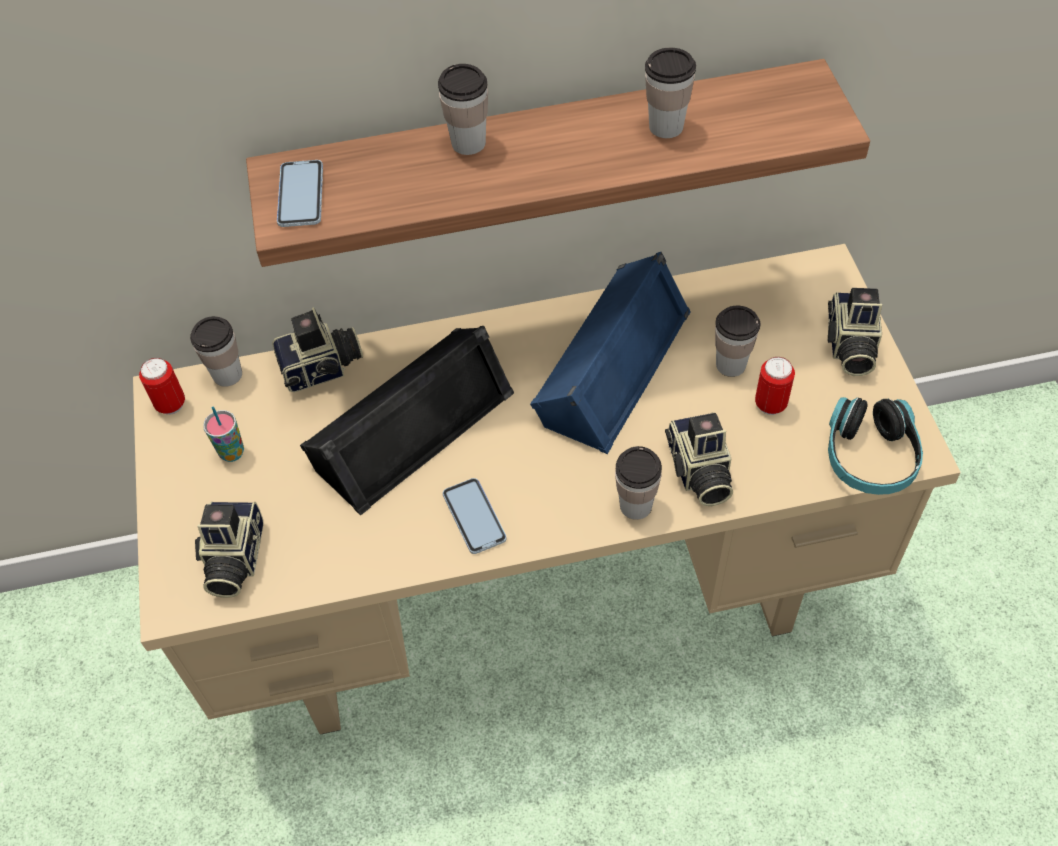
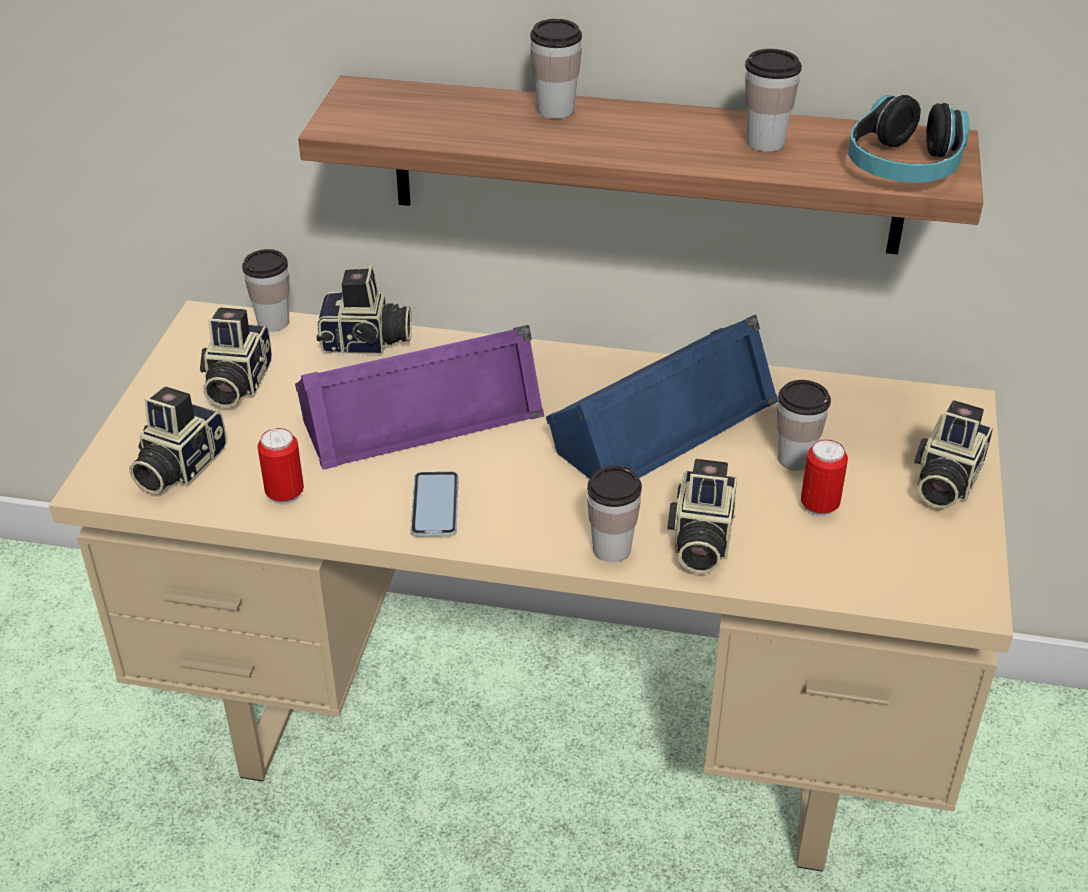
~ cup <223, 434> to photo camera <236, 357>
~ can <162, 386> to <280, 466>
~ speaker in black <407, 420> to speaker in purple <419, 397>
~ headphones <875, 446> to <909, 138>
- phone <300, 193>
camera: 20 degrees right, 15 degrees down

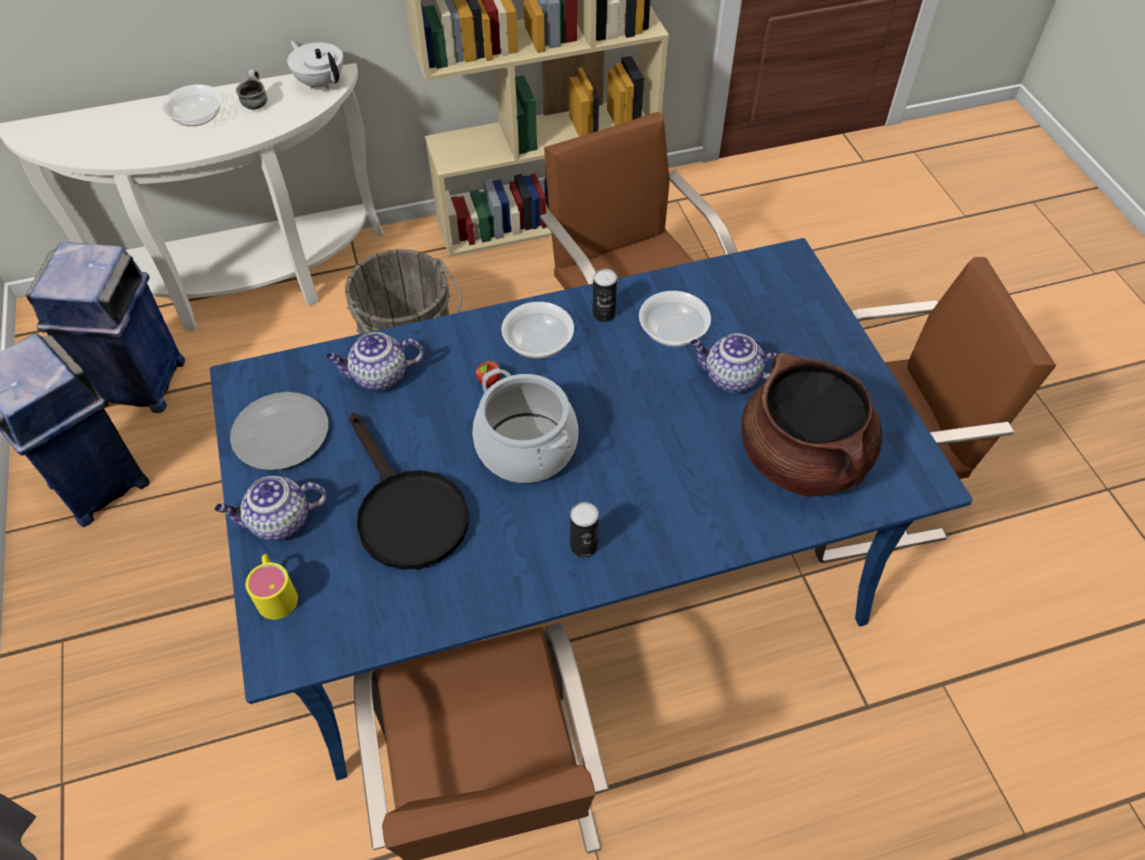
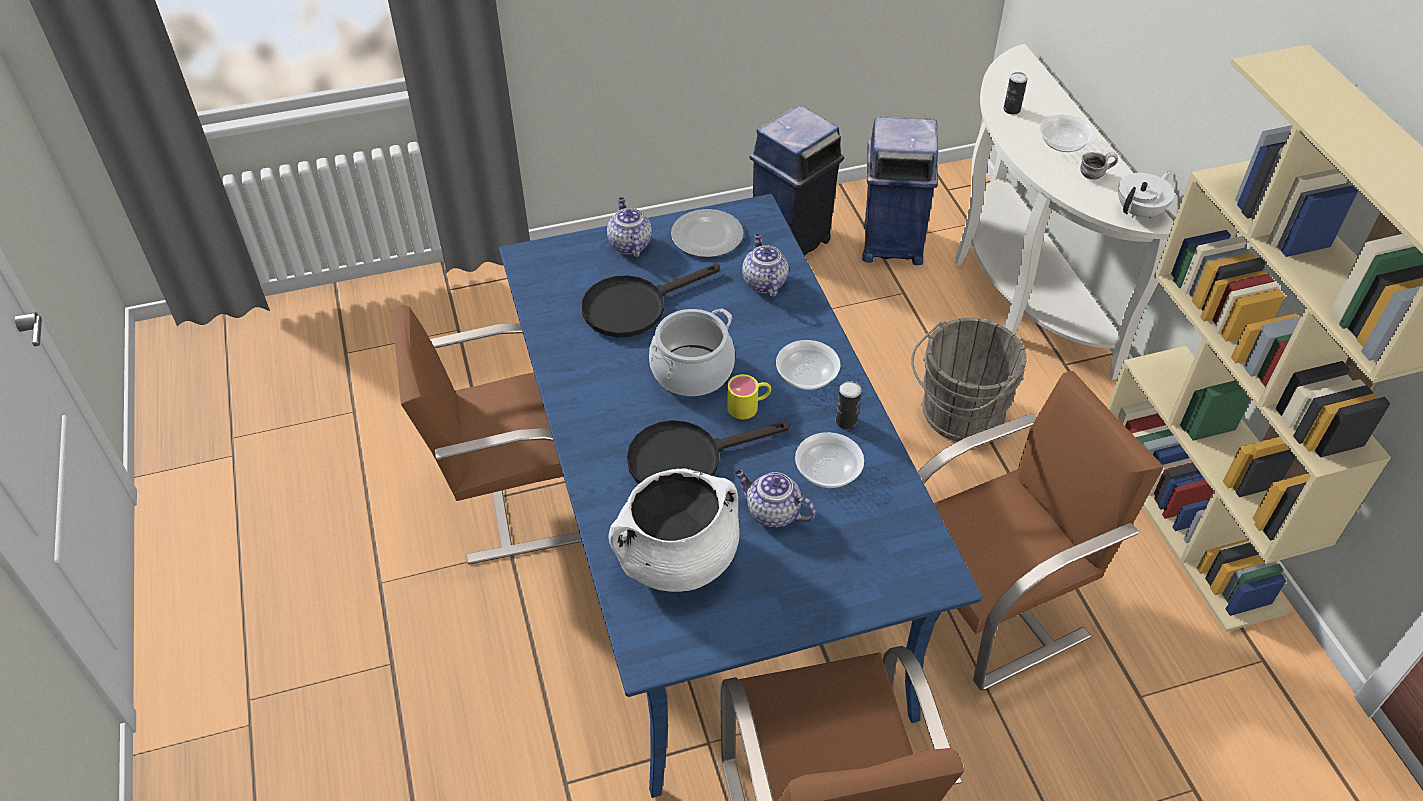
~ cooking pot in brown <811, 424> to cooking pot in white <674, 530>
+ frying pan in black <708, 452>
~ mug in yellow <271, 587> to <749, 396>
~ teapot <733, 362> = <775, 499> 75 degrees counterclockwise
~ can <584, 530> to <1015, 93>
- apple <488, 374>
camera: 90 degrees right, 5 degrees down

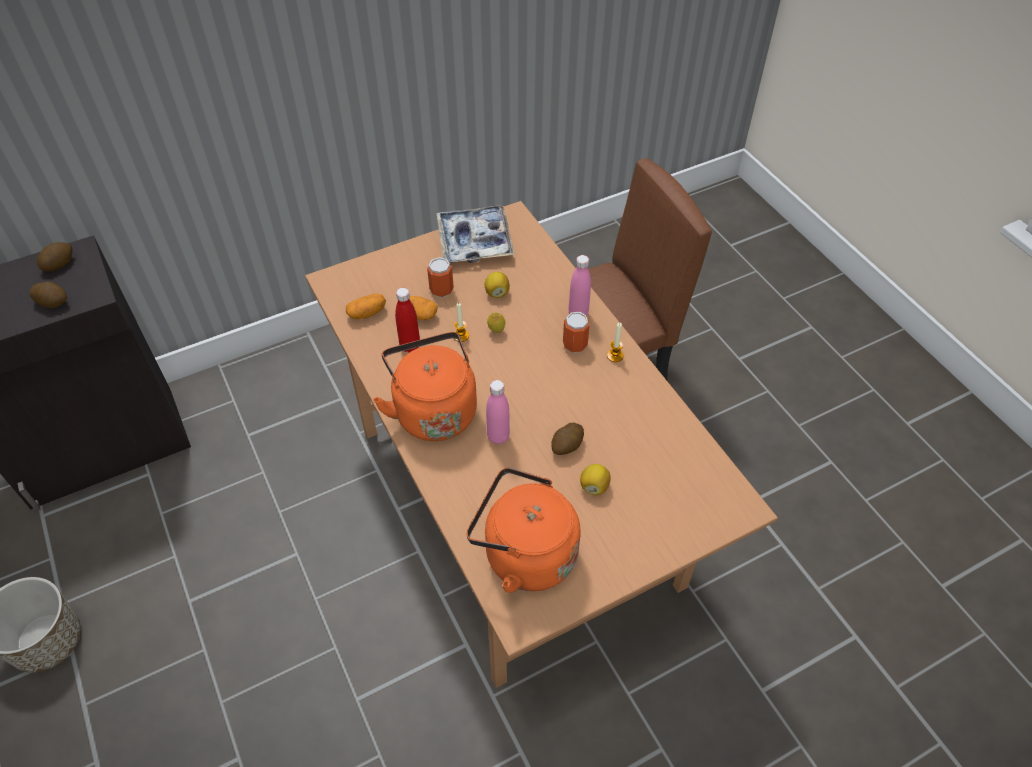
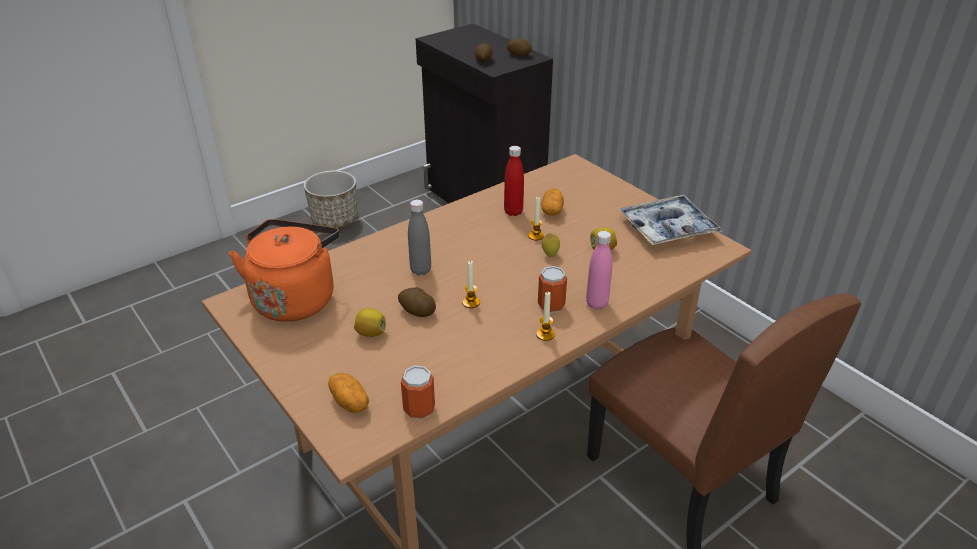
~ potato <366, 306> to <348, 393>
~ can <440, 277> to <418, 392>
~ bottle in pink <498, 412> to bottle in grey <419, 237>
+ candle <471, 284>
- kettle in orange <425, 386>
camera: 80 degrees right, 15 degrees down

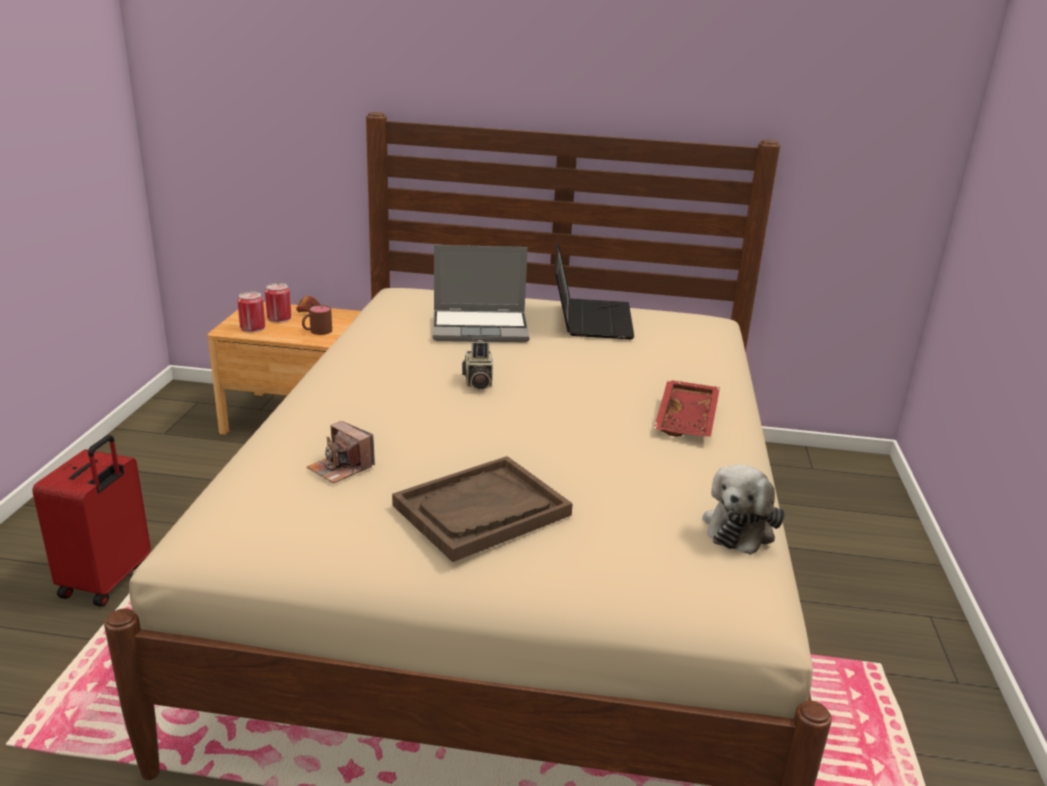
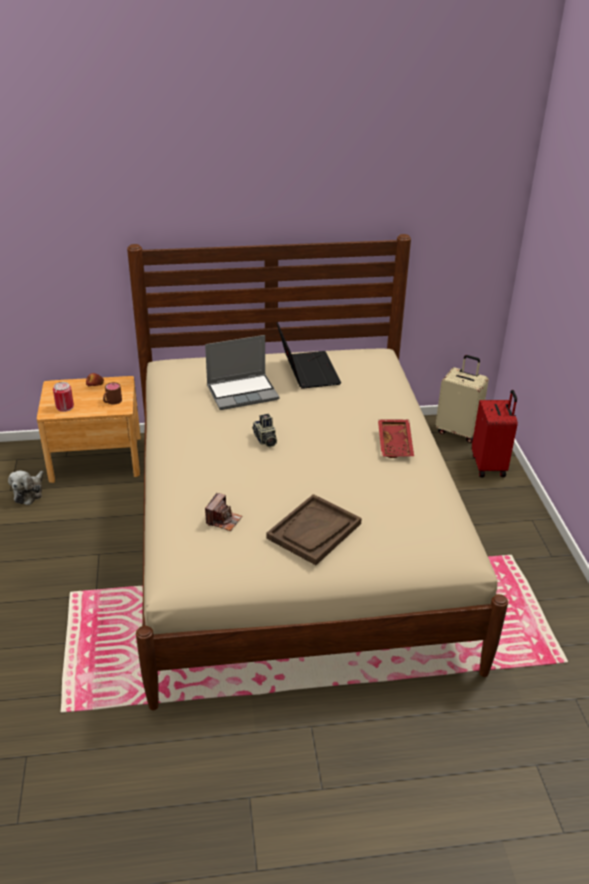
~ plush toy <743, 510> to <26, 487>
~ photo camera <341, 452> = <223, 512> 90 degrees counterclockwise
+ suitcase in beige <462, 399>
~ suitcase in red <91, 521> to <495, 433>
- can <278, 303>
camera: 15 degrees left, 10 degrees up

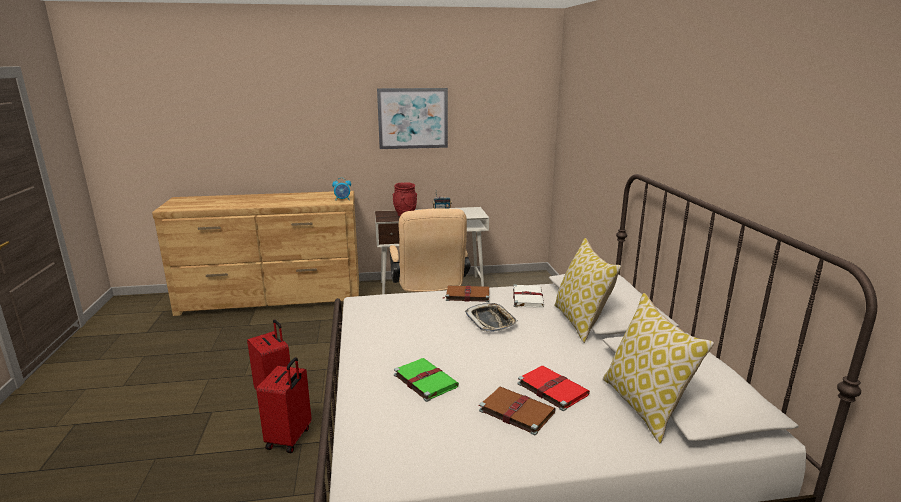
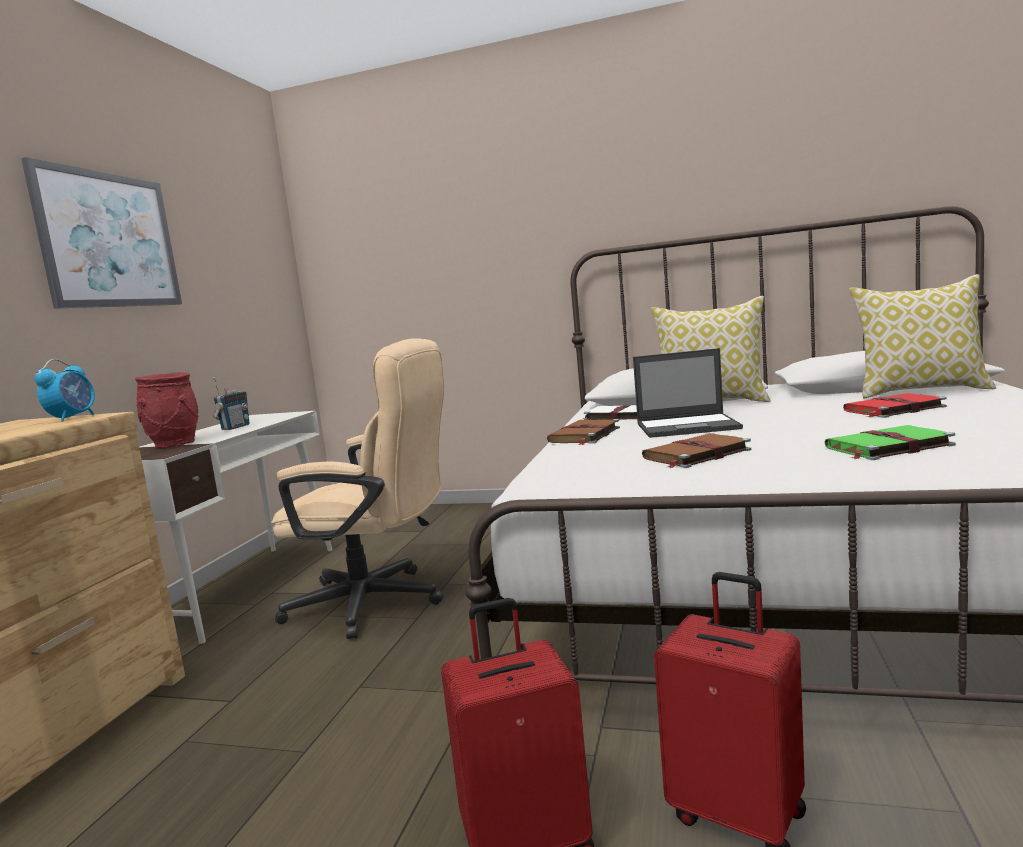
~ tray <491, 317> to laptop <688, 393>
~ book in brown <517, 411> to <696, 450>
camera: 65 degrees left, 10 degrees down

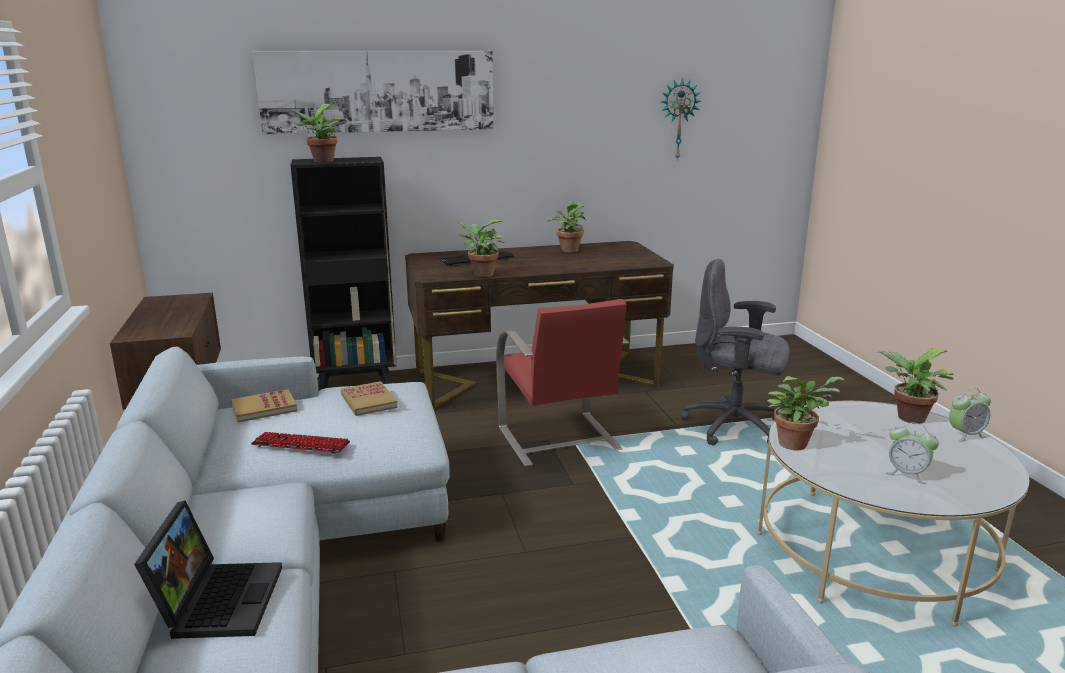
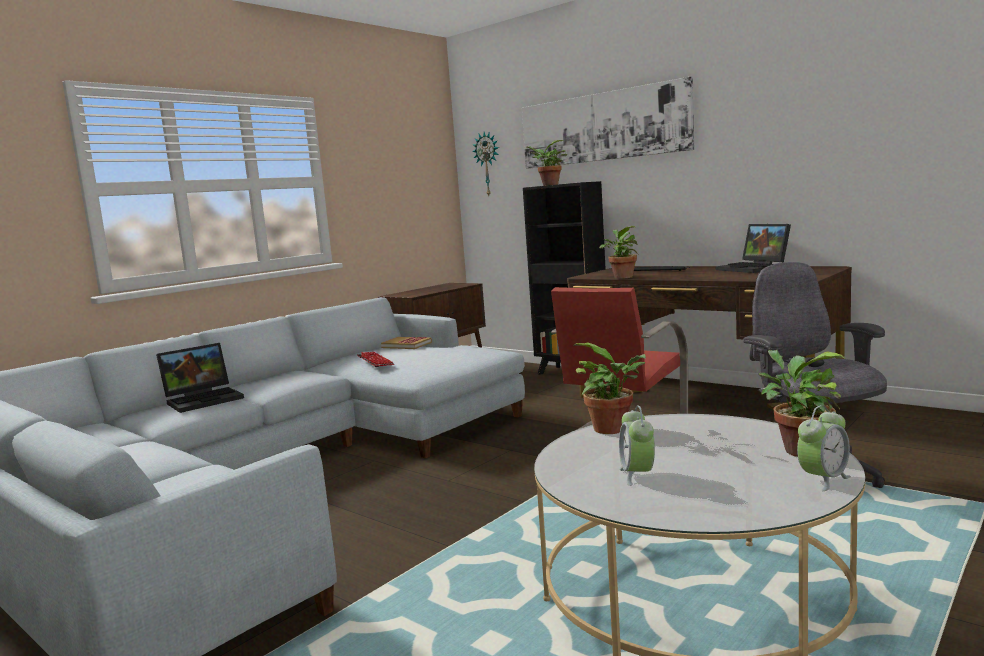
~ wall clock <681, 119> to <485, 163>
~ potted plant <566, 226> to laptop <753, 248>
~ alarm clock <970, 415> = <824, 448> 75 degrees counterclockwise
- book <369, 398>
camera: 55 degrees right, 10 degrees down

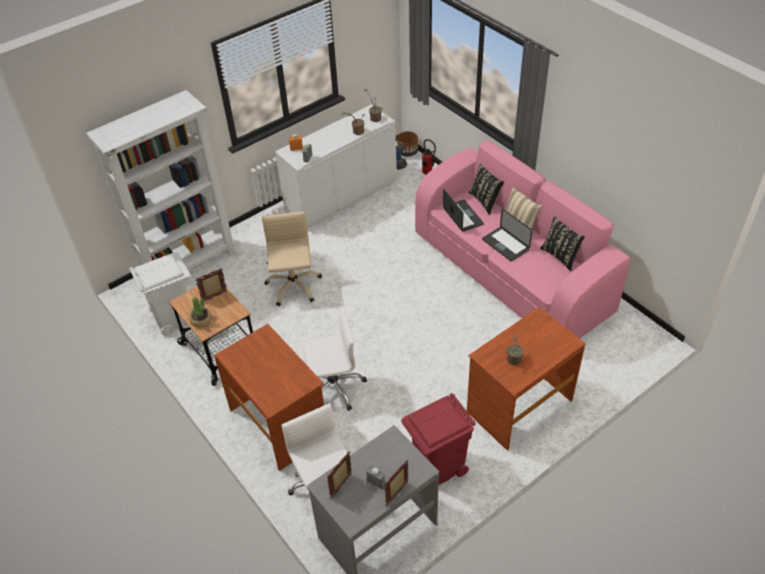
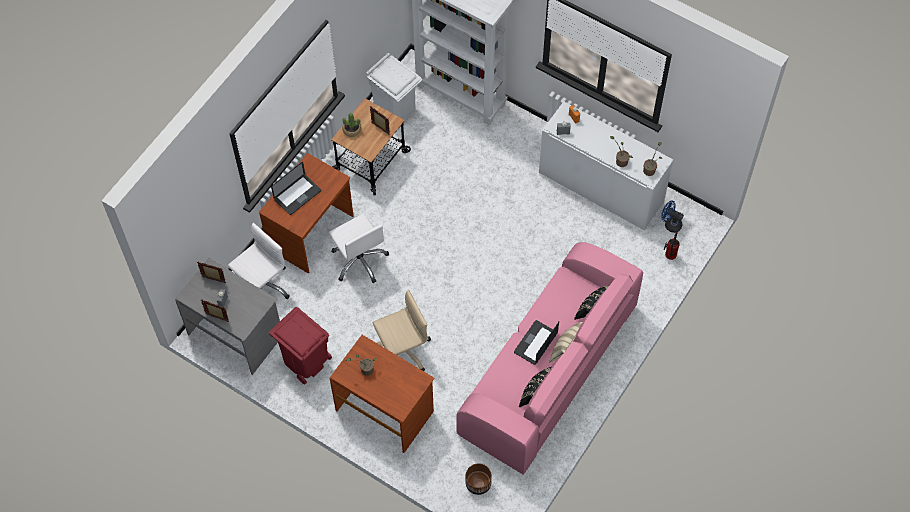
~ laptop <463, 210> to <296, 188>
~ office chair in beige <292, 259> to <401, 330>
~ planter in brown <407, 144> to <479, 479>
camera: 70 degrees right, 15 degrees up

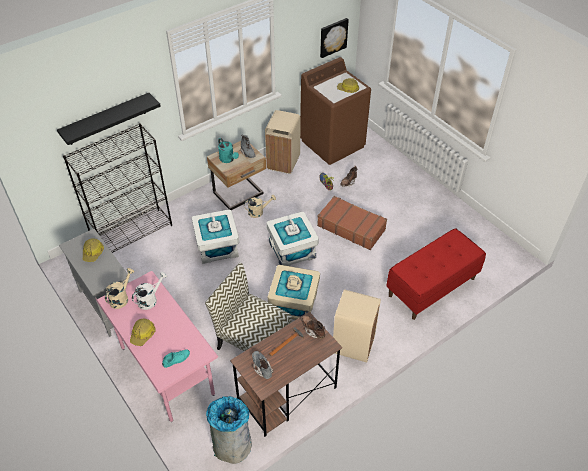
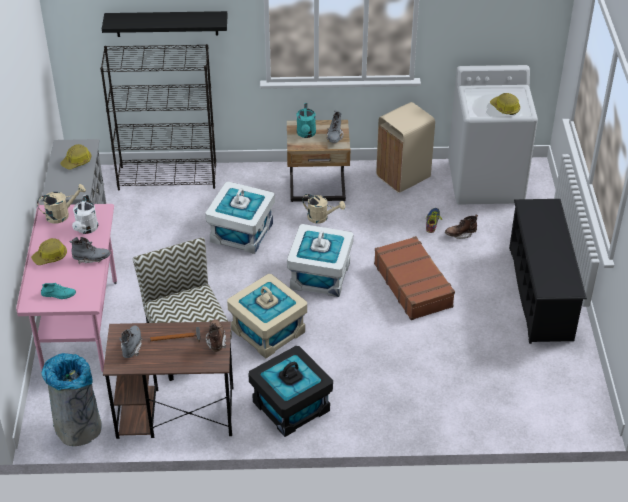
+ boot in grey <90, 251>
~ watering can in white <149, 291> = <85, 214> 105 degrees clockwise
~ trash can in beige <357, 326> to storage box in black <290, 391>
~ washing machine in brown <335, 111> to washing machine in white <493, 135>
+ shoe rack in black <548, 271>
- picture <334, 38>
- bench in red <436, 274>
camera: 35 degrees right, 5 degrees down

